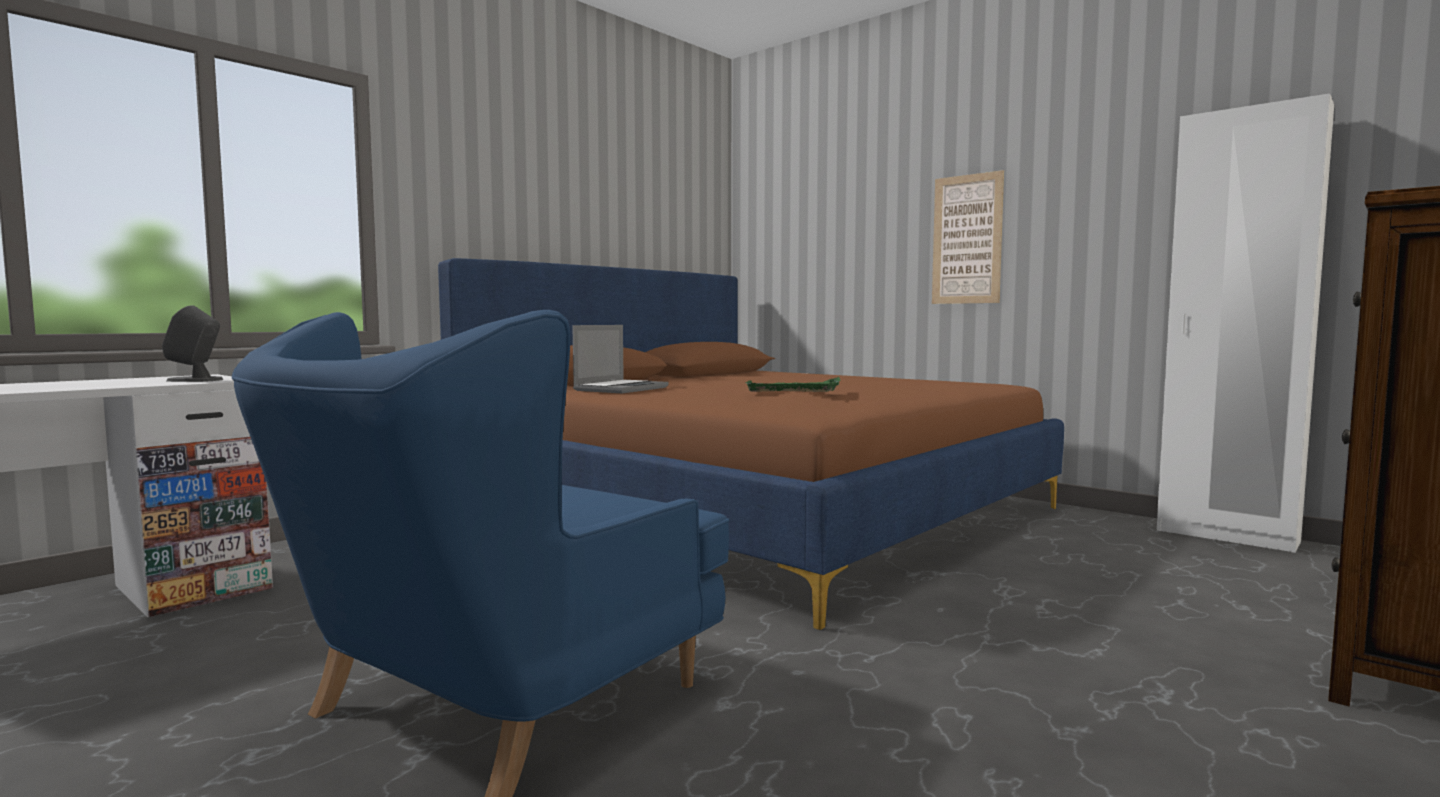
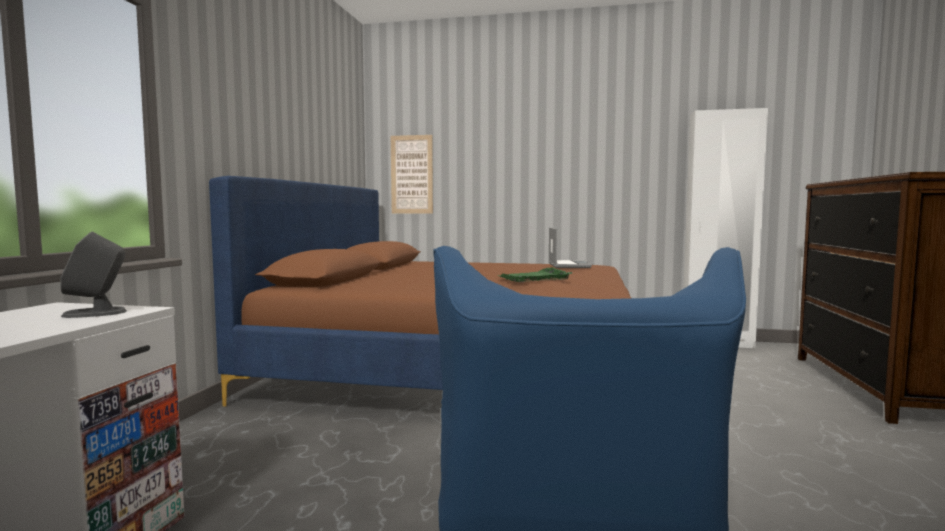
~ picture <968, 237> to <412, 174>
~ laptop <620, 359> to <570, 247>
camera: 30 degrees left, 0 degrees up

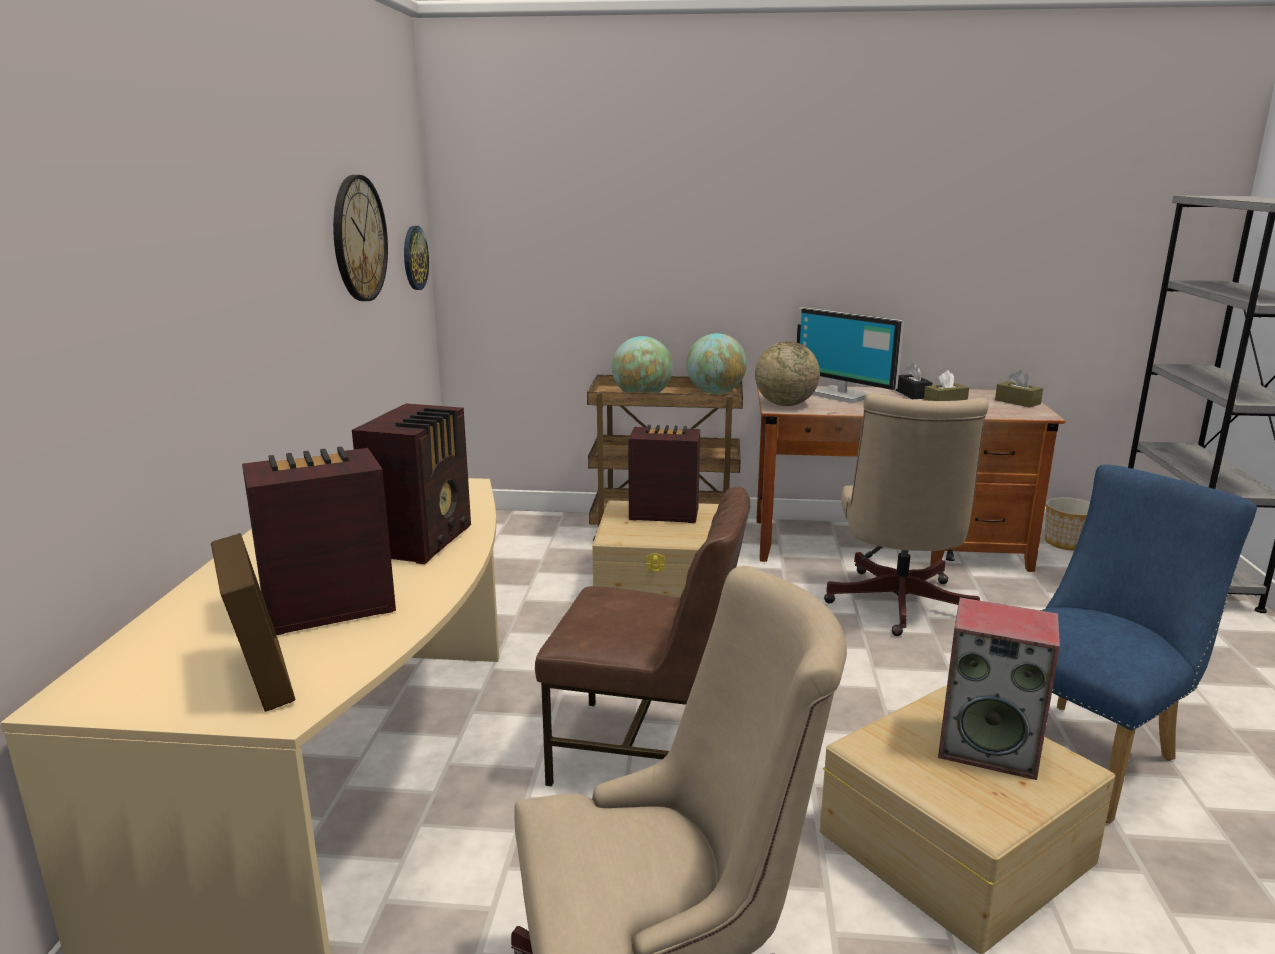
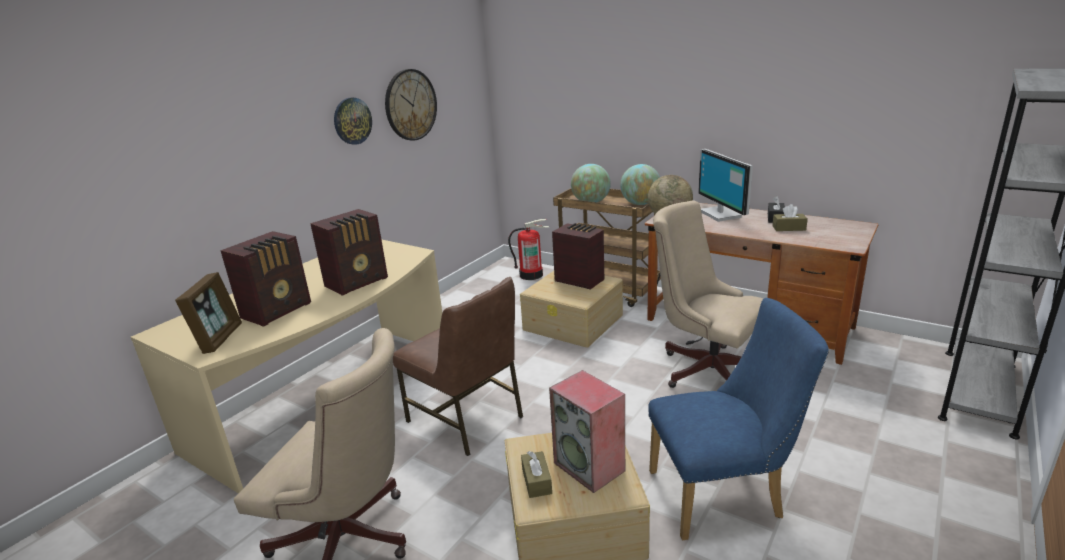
~ radio <319, 540> = <265, 279> 120 degrees clockwise
~ wall clock <416, 258> to <353, 121>
+ fire extinguisher <528, 249>
~ tissue box in brown <1019, 388> to <536, 474>
~ office chair in beige <906, 514> = <708, 294> 90 degrees clockwise
- planter <1067, 524>
camera: 30 degrees right, 5 degrees up

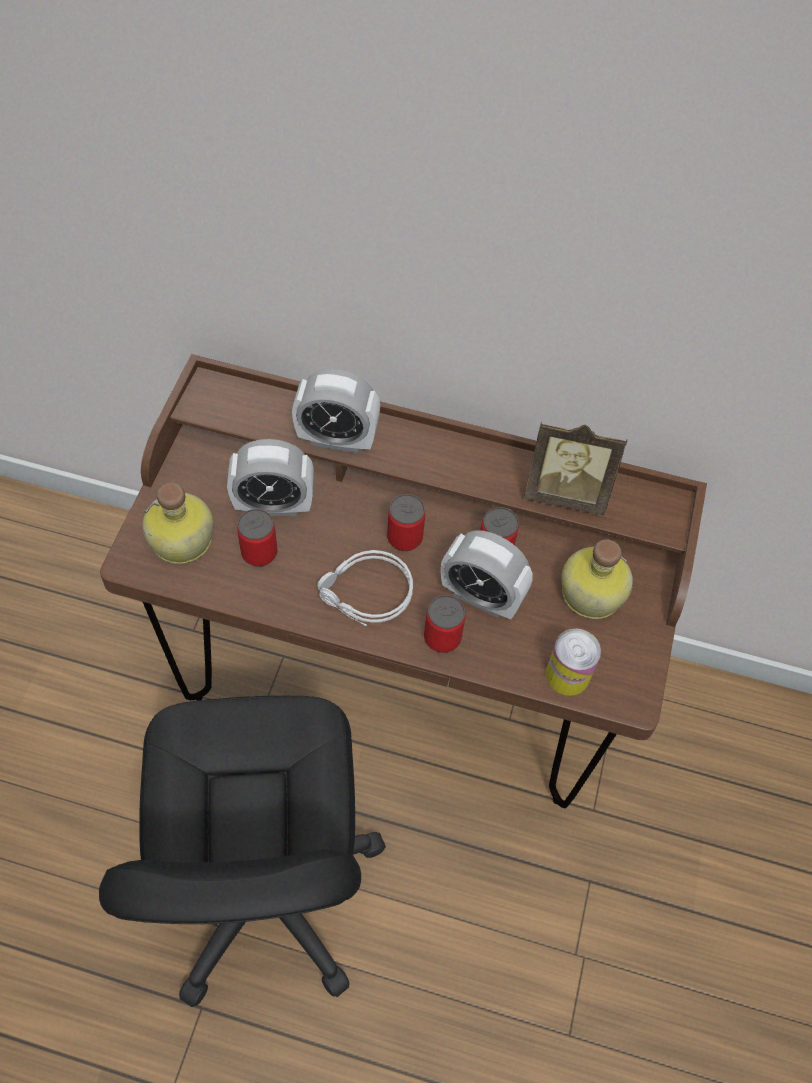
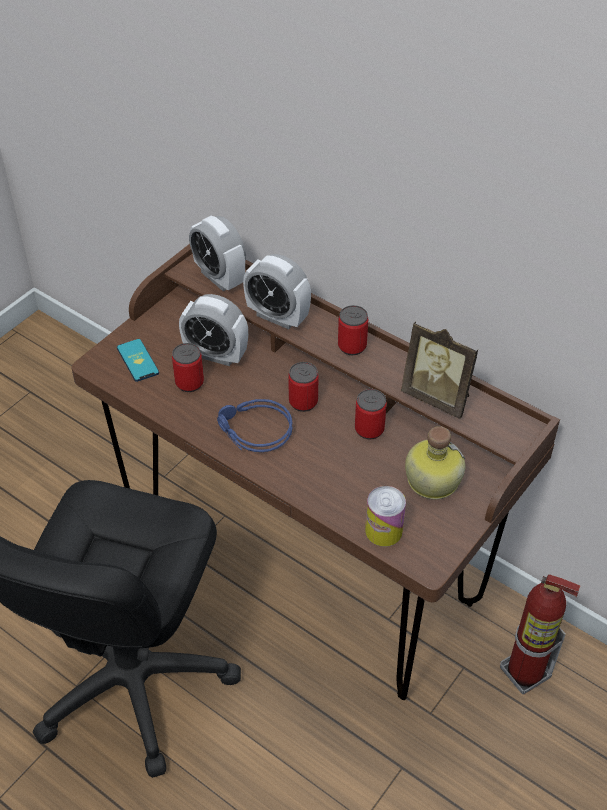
~ bottle <178, 523> to phone <138, 360>
~ alarm clock <487, 574> to <217, 253>
~ headphones in grey <365, 588> to headphones in blue <254, 425>
~ can <445, 624> to <353, 330>
+ fire extinguisher <540, 634>
camera: 25 degrees right, 10 degrees down

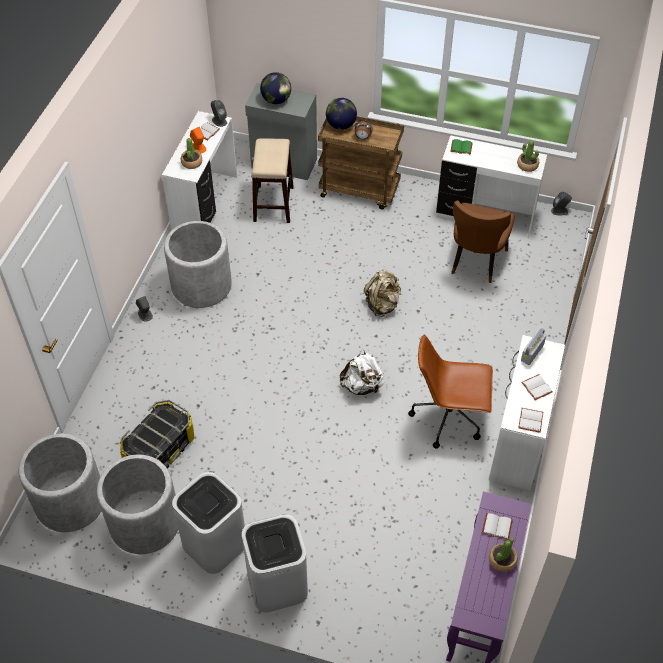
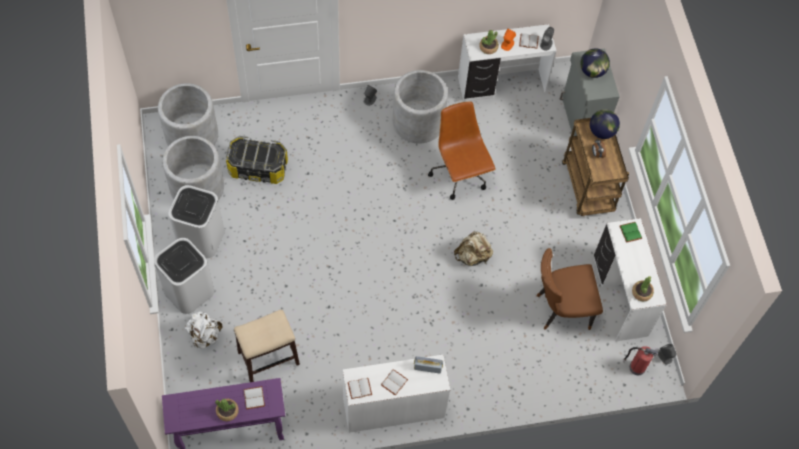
~ backpack in white <362, 372> to <204, 330>
~ stool <273, 180> to <267, 346>
~ office chair in brown <450, 391> to <461, 150>
+ fire extinguisher <640, 360>
camera: 60 degrees right, 10 degrees up

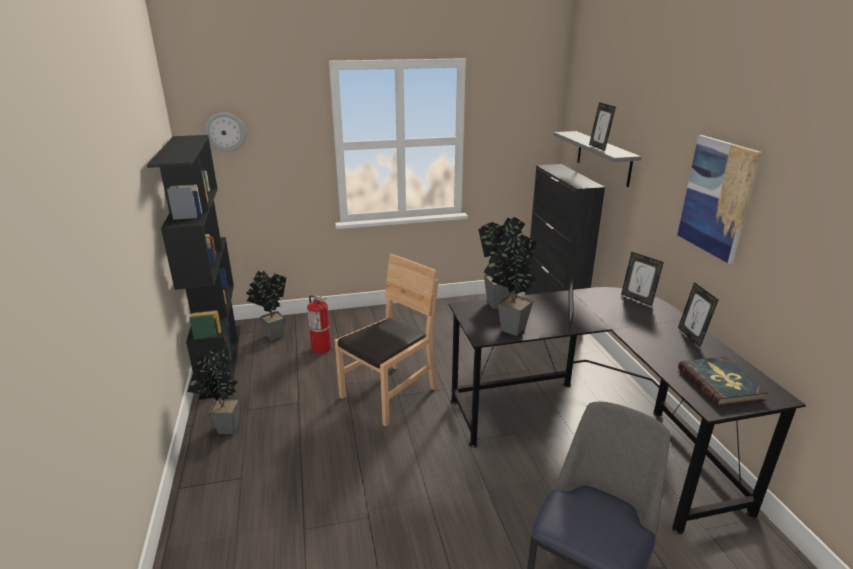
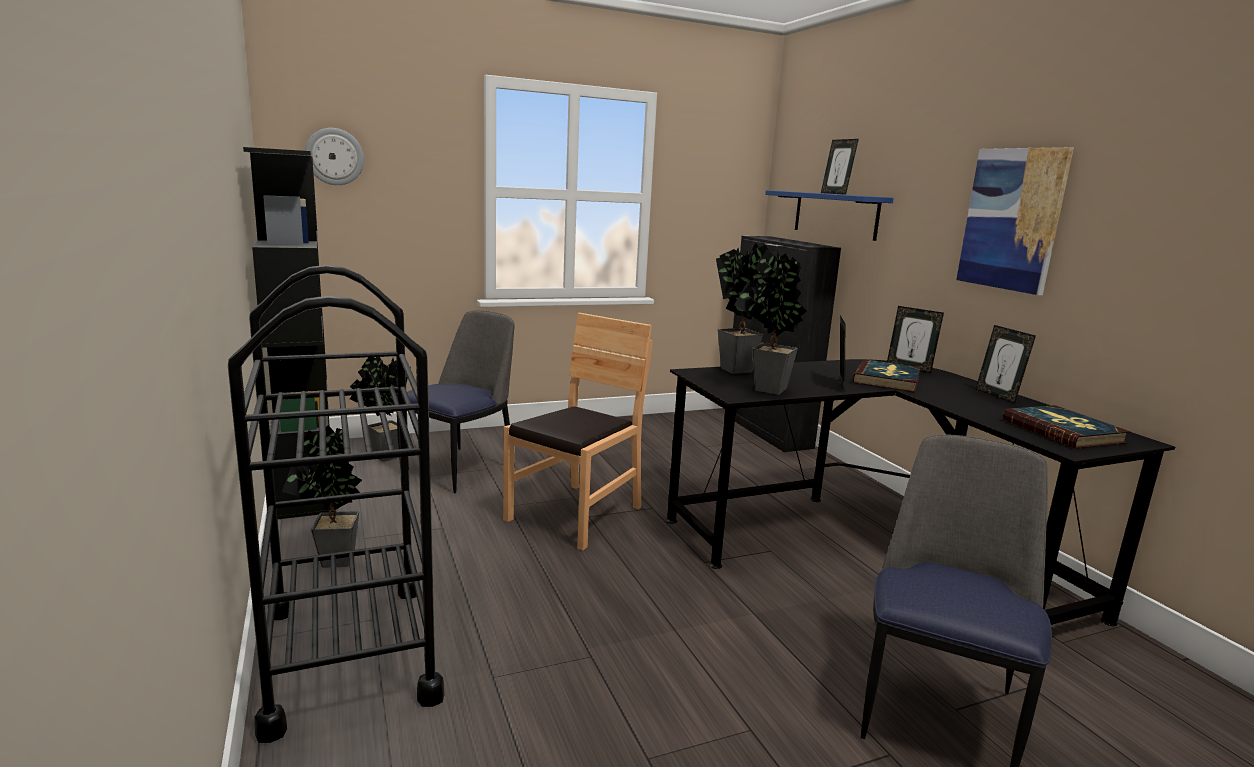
+ cart in black <336, 504>
~ fire extinguisher <319, 324> to chair <456, 401>
~ shelf in grey <597, 159> to shelf in blue <829, 215>
+ book <887, 376>
camera: 10 degrees left, 10 degrees down

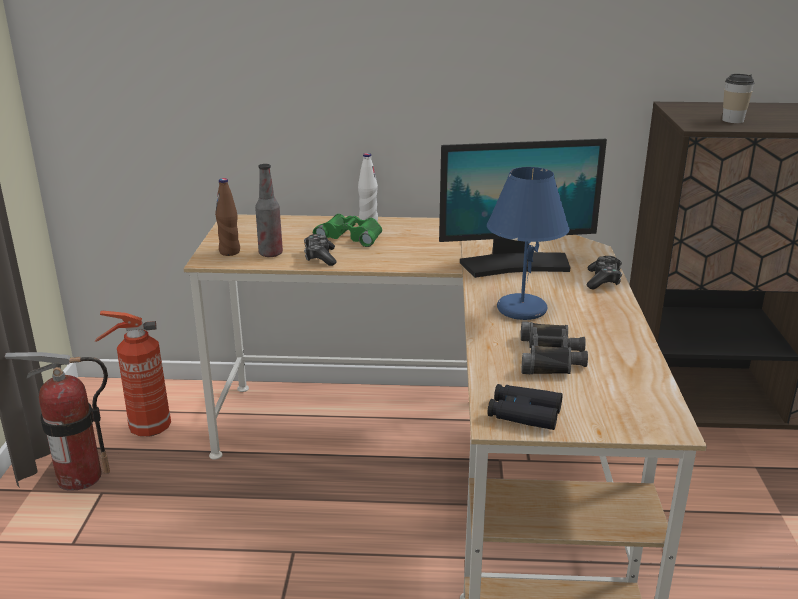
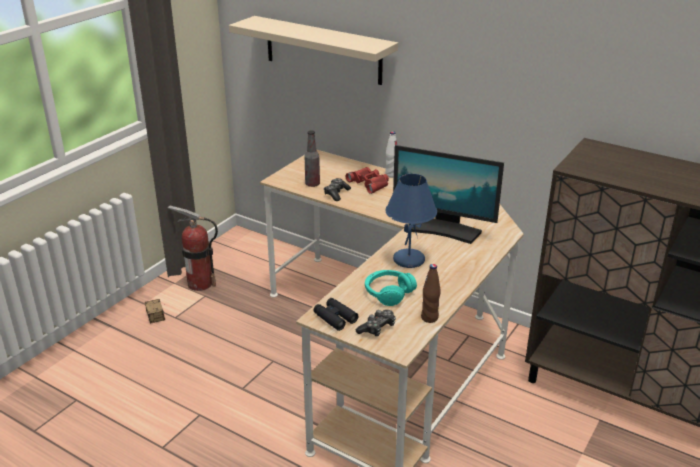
+ storage box <155, 311>
+ shelf in beige <313, 50>
~ binoculars in green <347, 230> to binoculars in red <367, 180>
~ game controller <604, 273> to <376, 323>
~ binoculars in black <554, 348> to headphones in turquoise <391, 288>
~ bottle in brown <227, 217> to <431, 293>
- fire extinguisher <133, 373>
- cup <738, 98>
camera: 30 degrees right, 5 degrees up

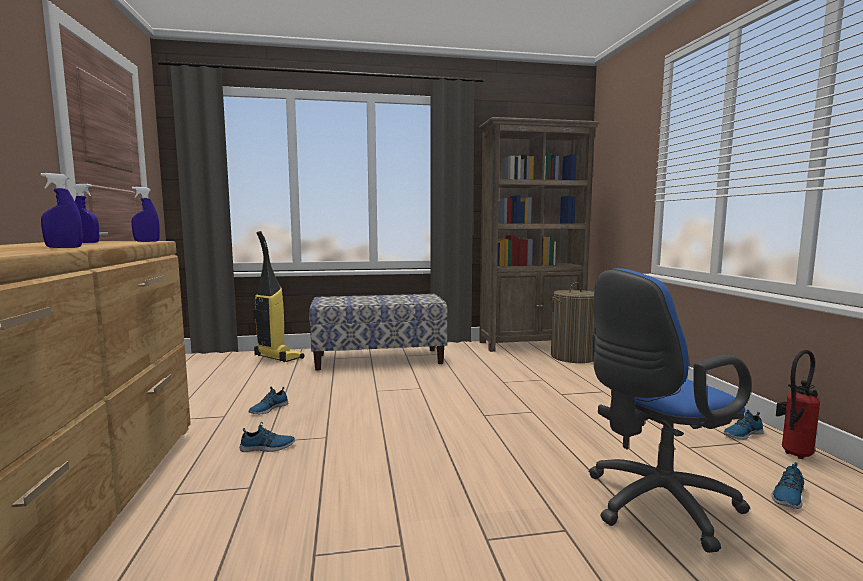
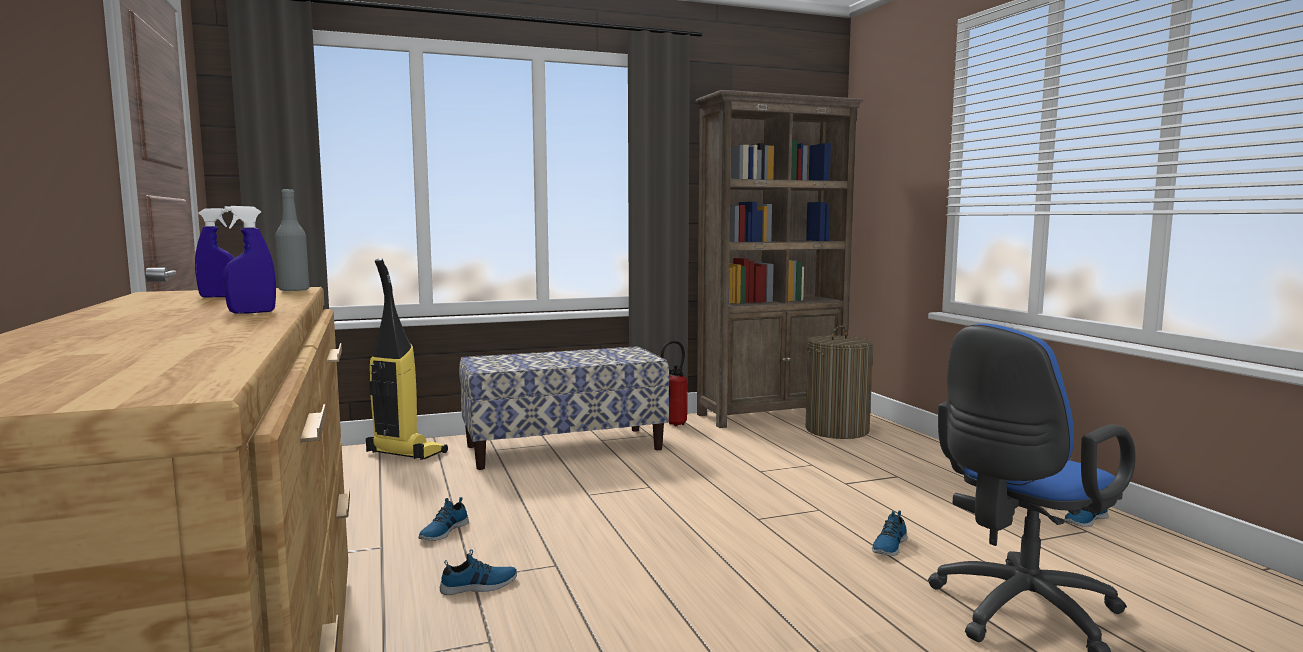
~ spray bottle in blue <145, 214> to bottle in grey <292, 240>
~ fire extinguisher <798, 404> to <674, 383>
~ shoe <787, 485> to <889, 533>
camera: 10 degrees left, 0 degrees up

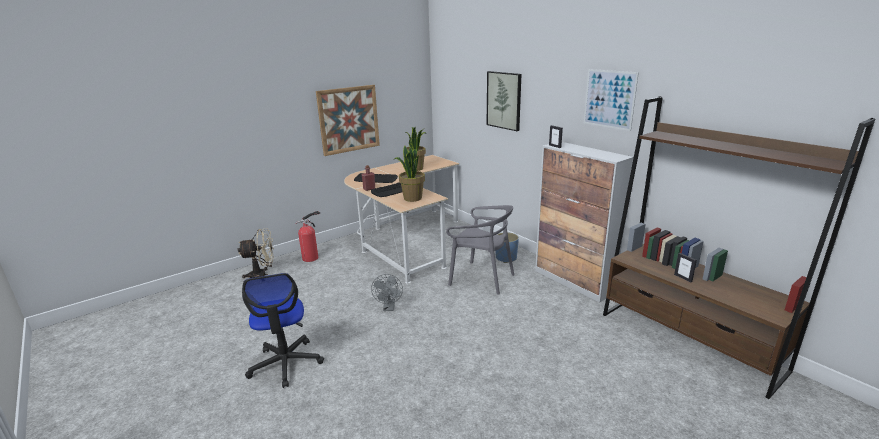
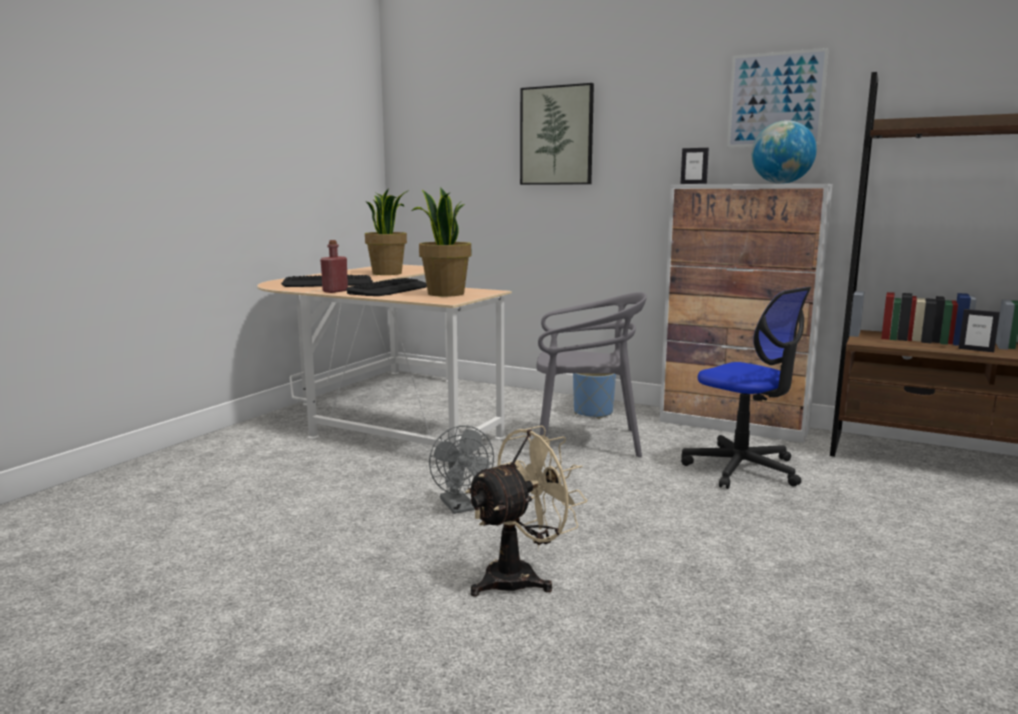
~ fan in beige <256, 253> to <526, 511>
~ office chair <283, 330> to <746, 388>
+ globe <784, 152>
- fire extinguisher <307, 236>
- picture <348, 120>
camera: 25 degrees left, 10 degrees down

